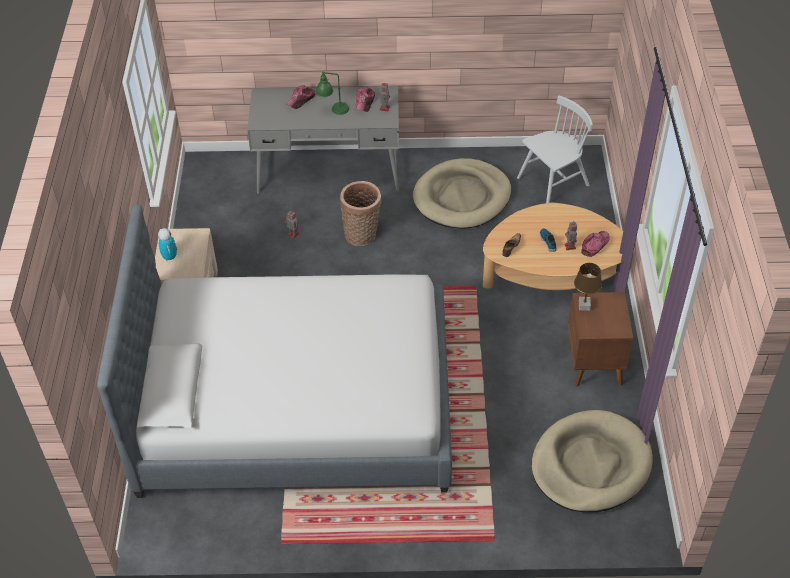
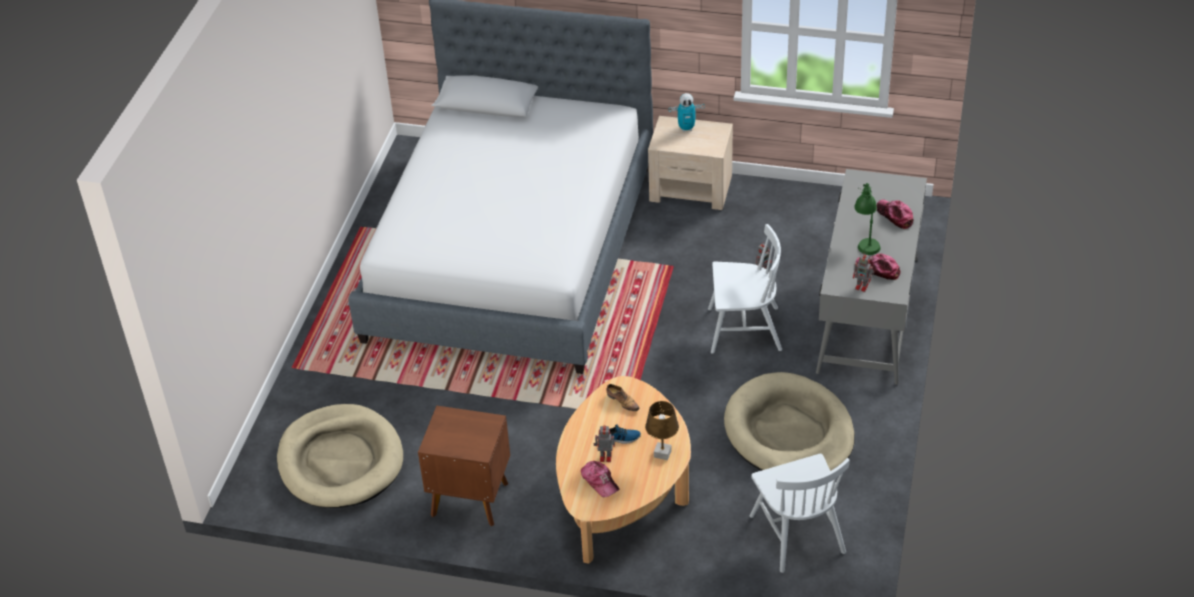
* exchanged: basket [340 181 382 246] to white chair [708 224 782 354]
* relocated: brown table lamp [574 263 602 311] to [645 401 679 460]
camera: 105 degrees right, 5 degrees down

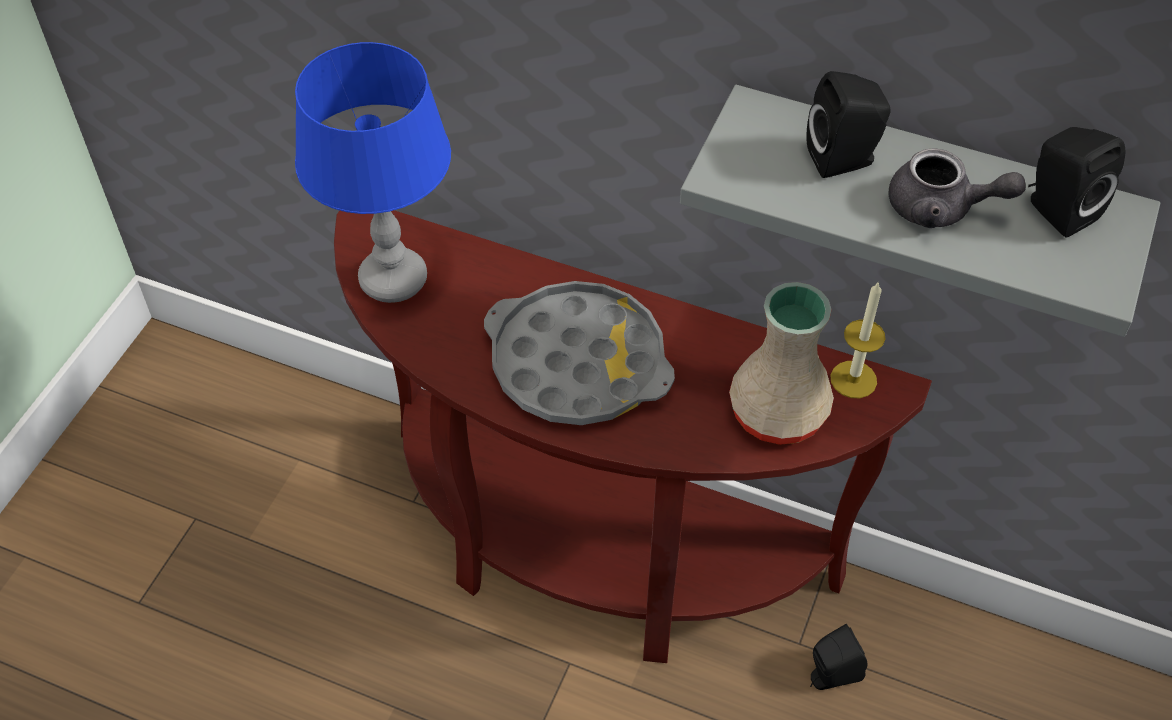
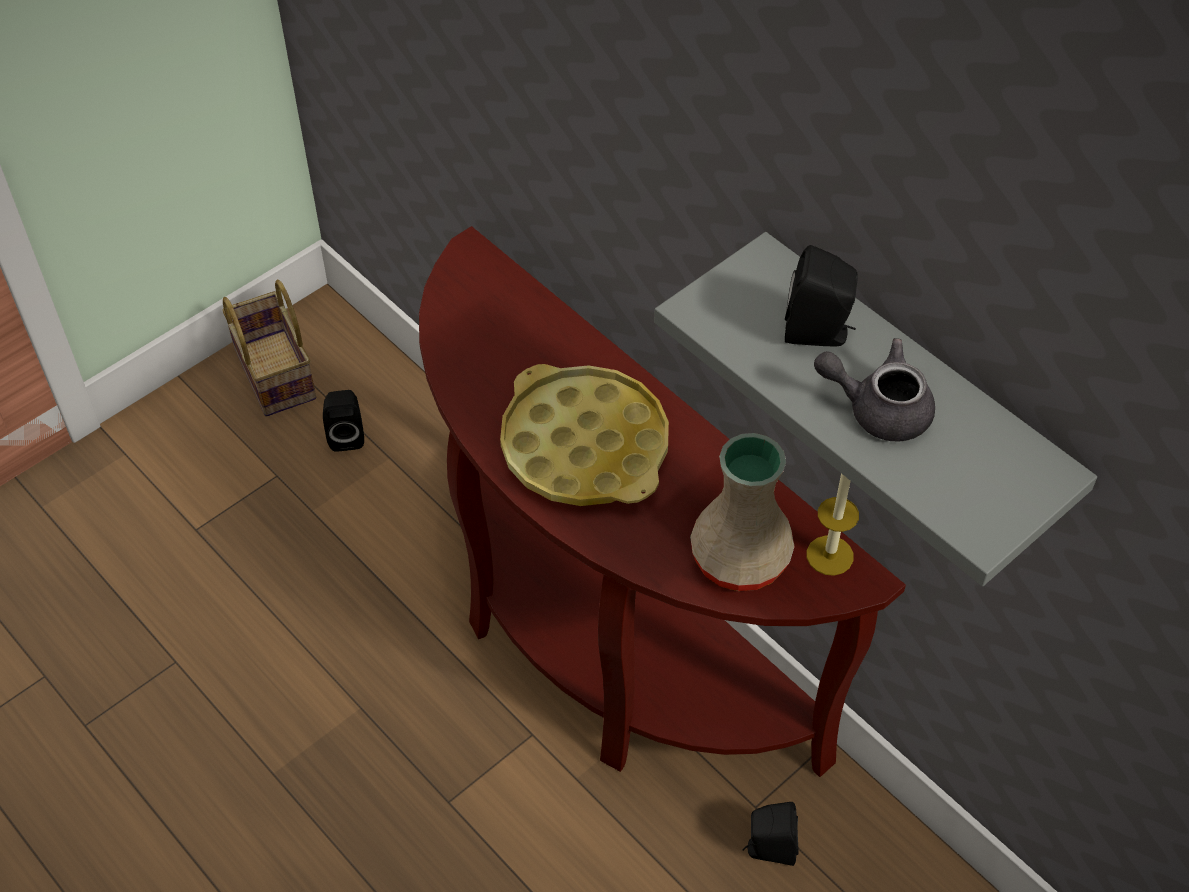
* missing: blue table lamp [295 42 451 303]
* relocated: black speaker [1028 127 1125 238] to [323 390 364 452]
* spun: grey teapot [889 148 1026 228] = [814 338 935 442] 150 degrees clockwise
* colour: grey tray [484 281 675 425] to yellow tray [500 364 669 506]
* appeared: basket [223 280 316 416]
camera: 25 degrees right, 0 degrees up

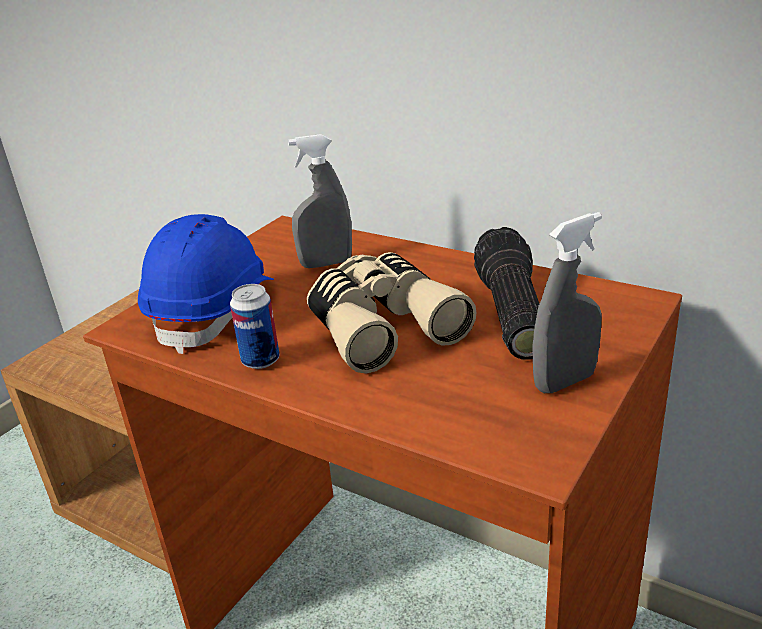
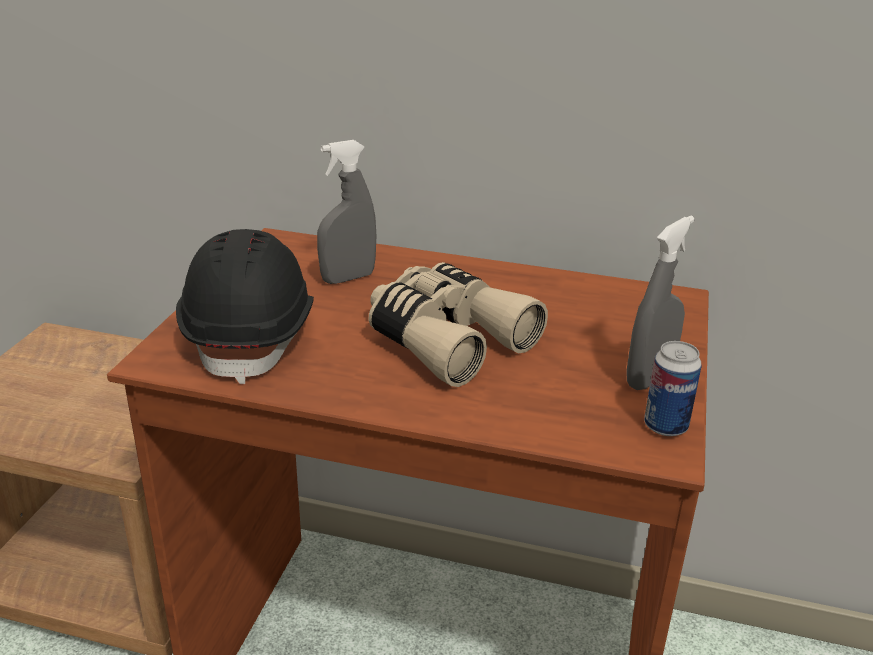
* colour: blue hard hat [138 214 274 354] to black hard hat [176 229 314 384]
* missing: flashlight [474 227 539 360]
* relocated: can [230 284 280 369] to [644 341 702 436]
camera: 20 degrees left, 0 degrees up

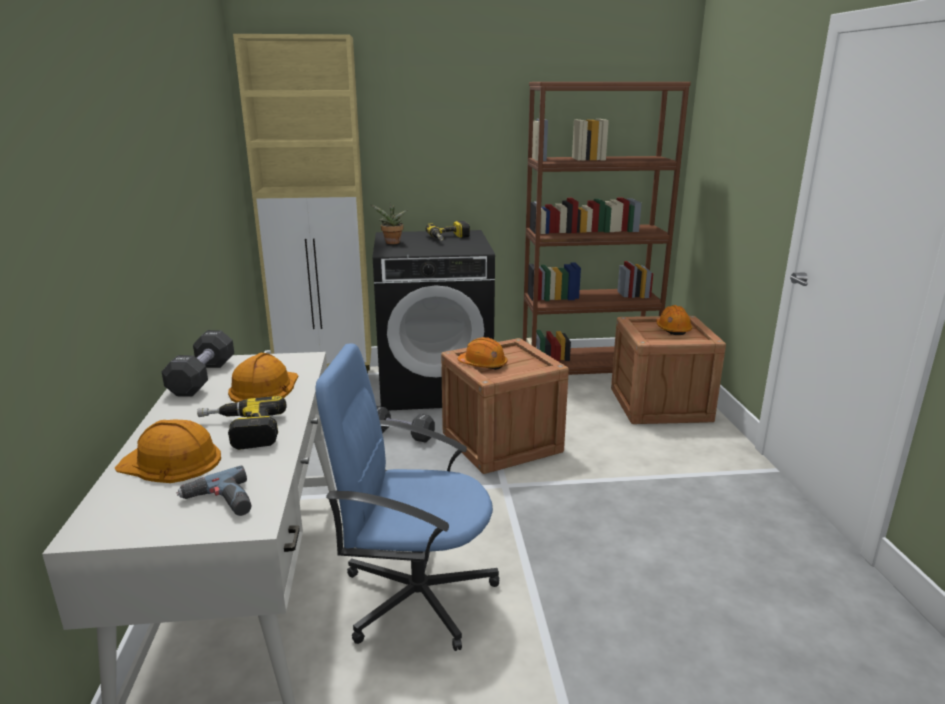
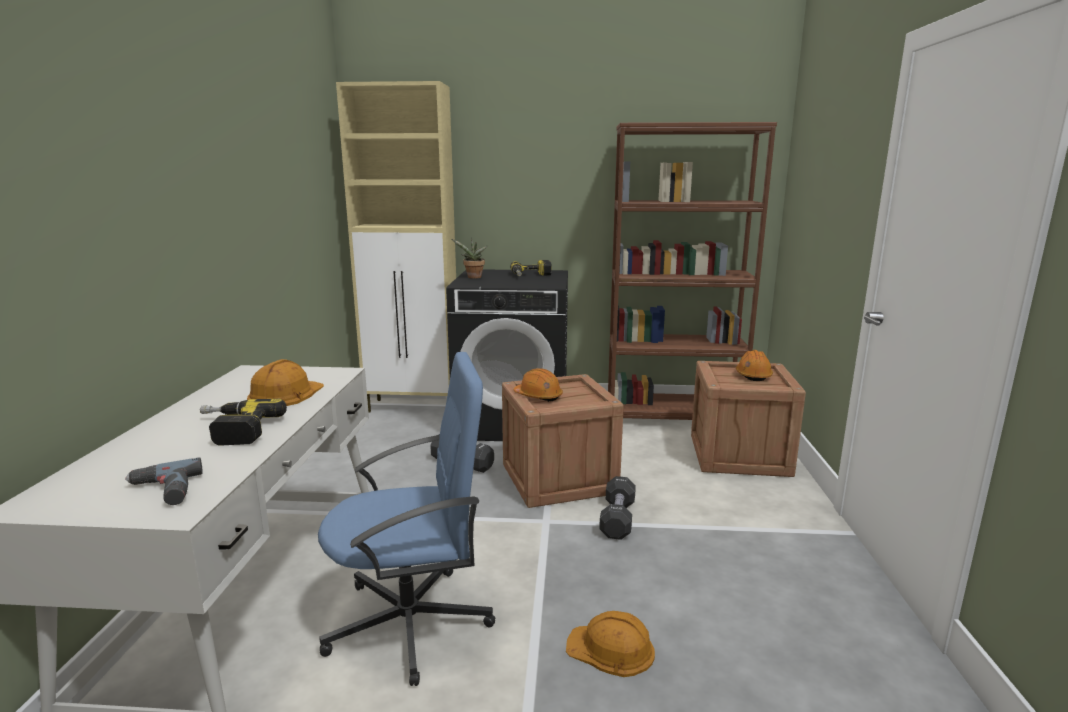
* relocated: black dumbbell [162 330 234 397] to [599 476 636 540]
* spun: blue office chair [315 343 499 651] = [318 352 495 686] 150 degrees clockwise
* relocated: orange hard hat [115 420 221 483] to [566 611 655 677]
camera: 10 degrees right, 5 degrees down

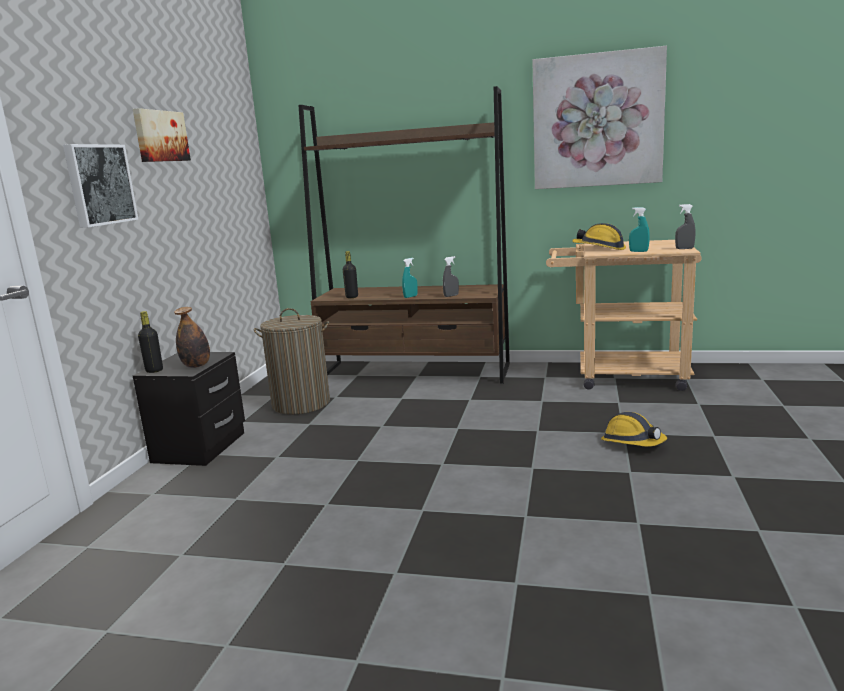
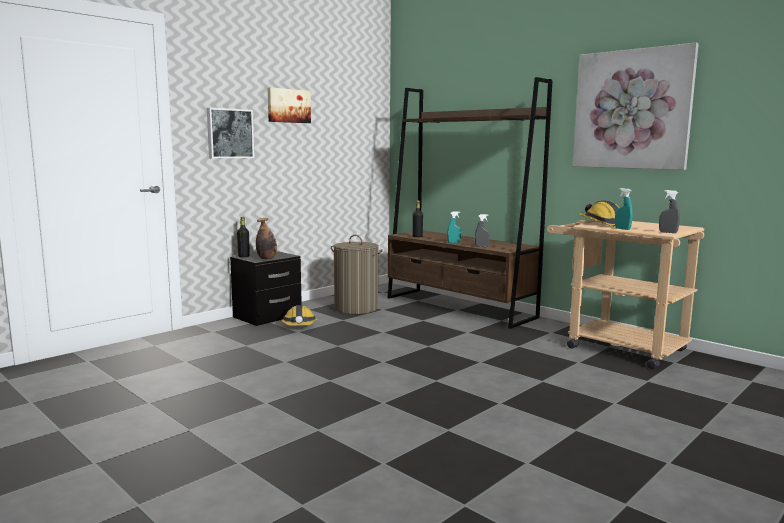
* relocated: hard hat [601 412 667 447] to [281 305 317 326]
camera: 30 degrees right, 5 degrees down

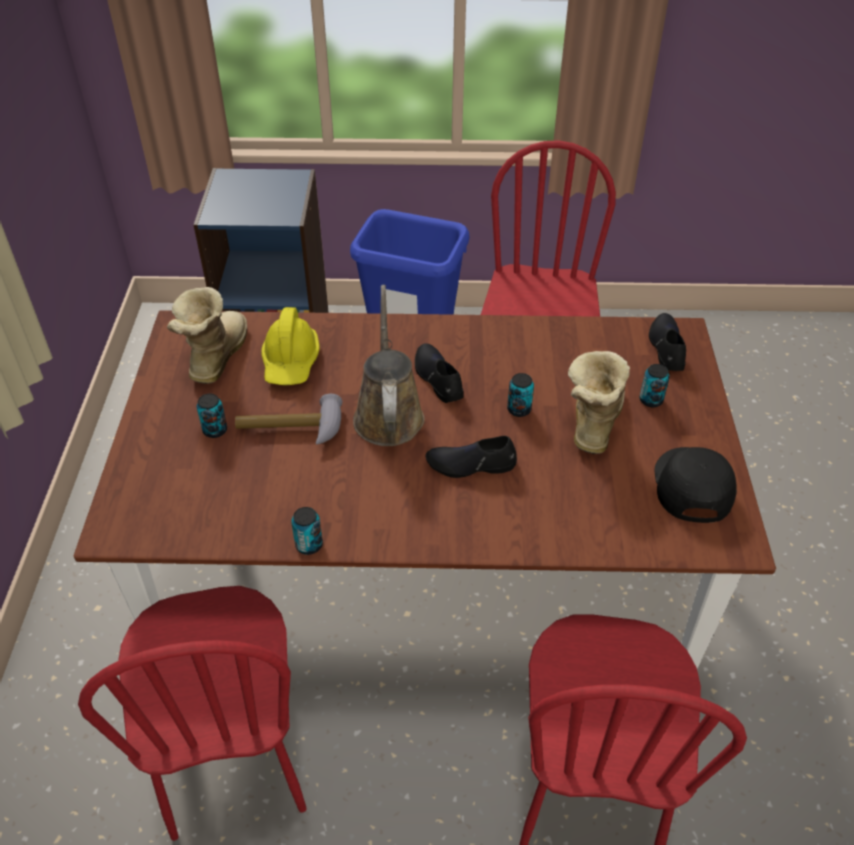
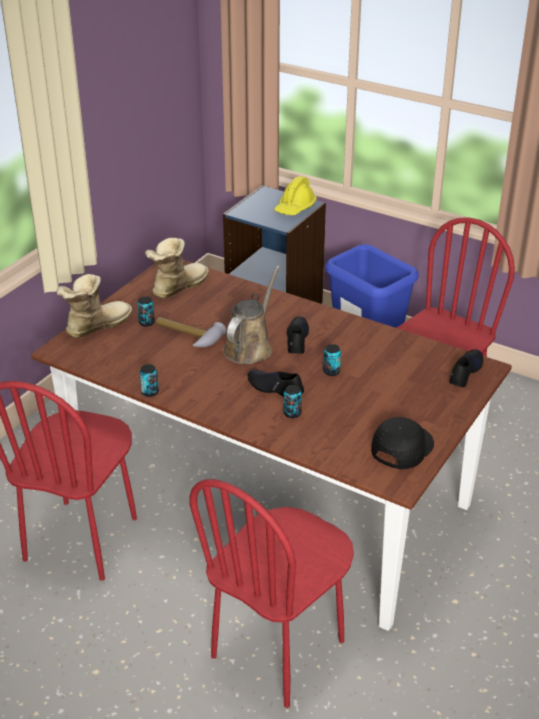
* relocated: yellow hard hat [261 307 320 385] to [274 176 317 215]
* relocated: boot [568 351 630 454] to [56 274 132 338]
* relocated: can [640 364 670 407] to [283 385 302 418]
camera: 30 degrees right, 10 degrees down

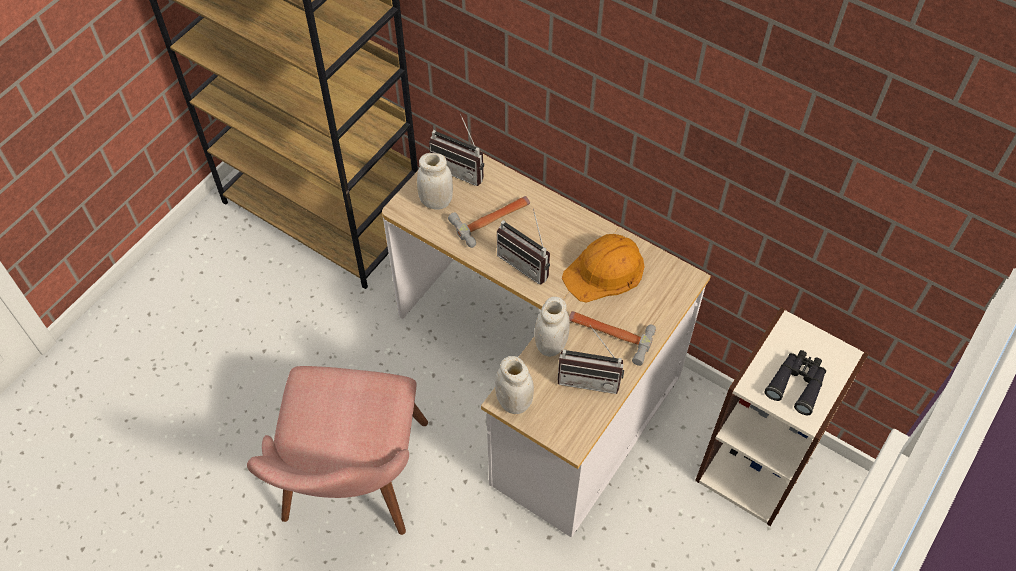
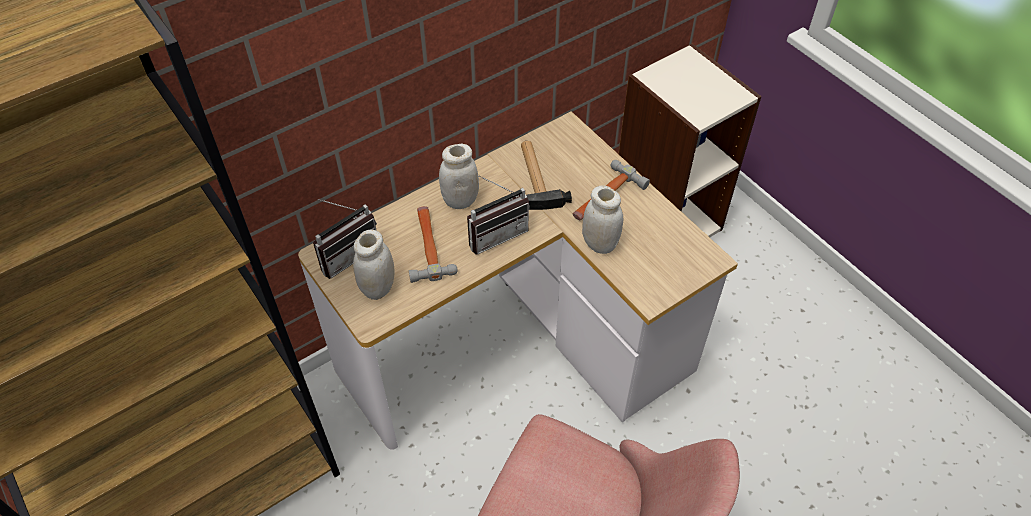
* exchanged: orange hard hat [562 234 644 302] to hammer [521 141 572 210]
* missing: radio [557 325 624 394]
* missing: black binoculars [765 350 826 415]
* relocated: white jar [495 356 534 414] to [439 144 479 209]
camera: 70 degrees left, 5 degrees down

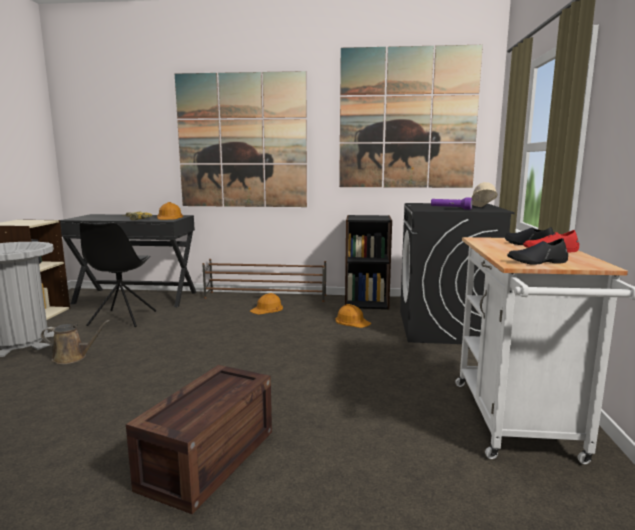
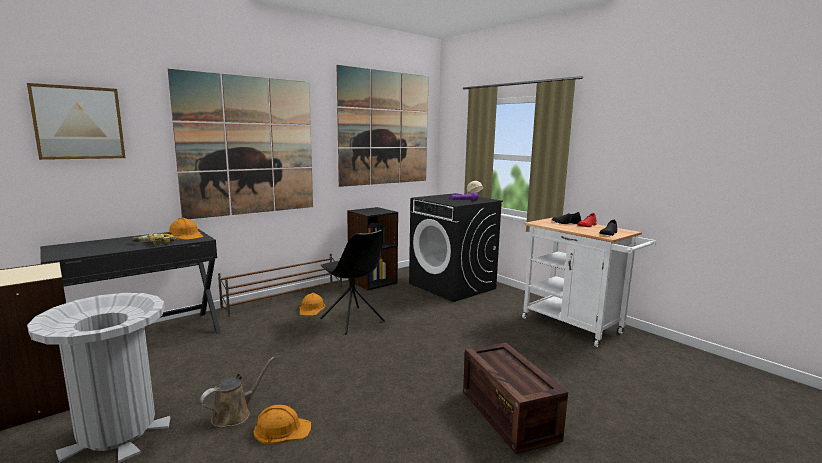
* relocated: black chair [80 222 156 327] to [320 229 385 335]
* relocated: orange hard hat [336 304 371 328] to [254 405 311 444]
* appeared: picture [27 83 125 160]
camera: 45 degrees left, 0 degrees up

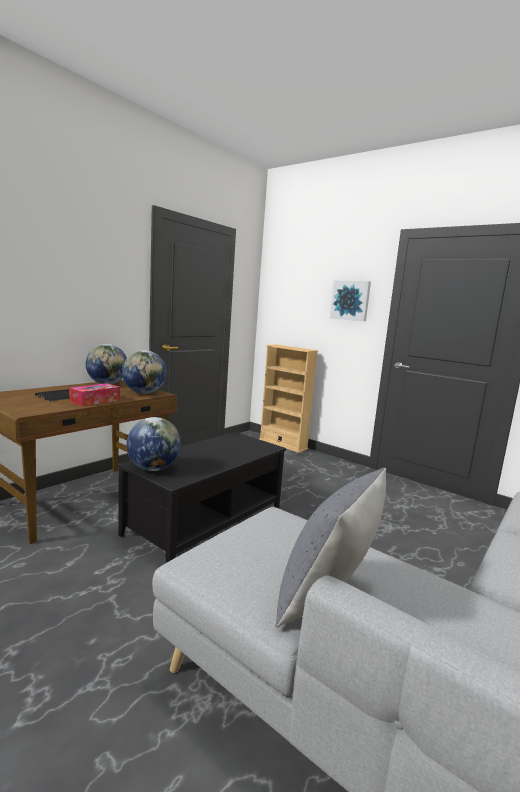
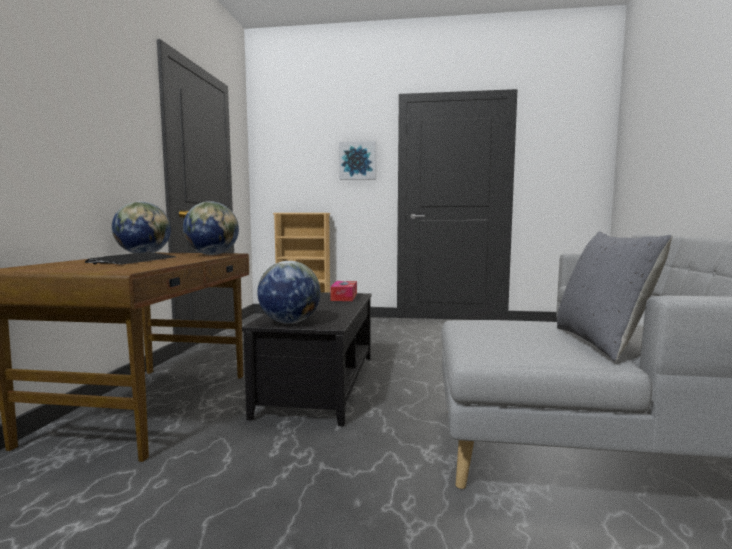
* relocated: tissue box [69 383 120 407] to [330 281 357 301]
camera: 30 degrees left, 5 degrees down

